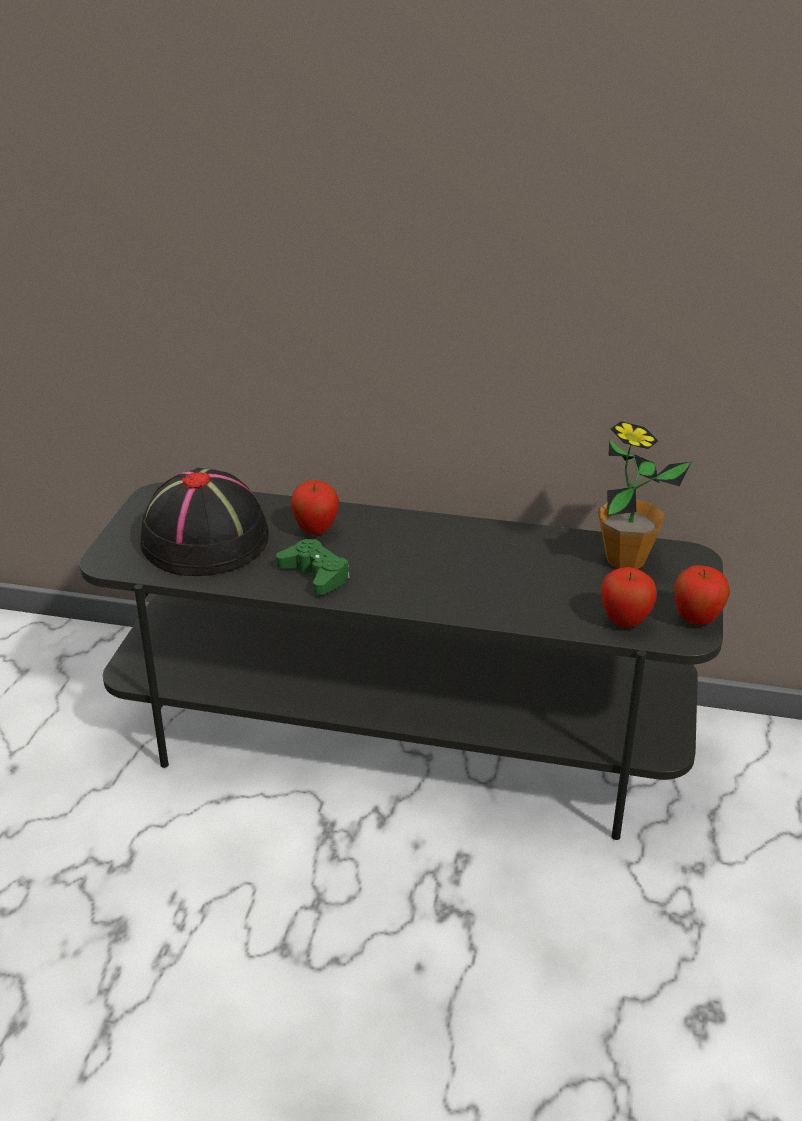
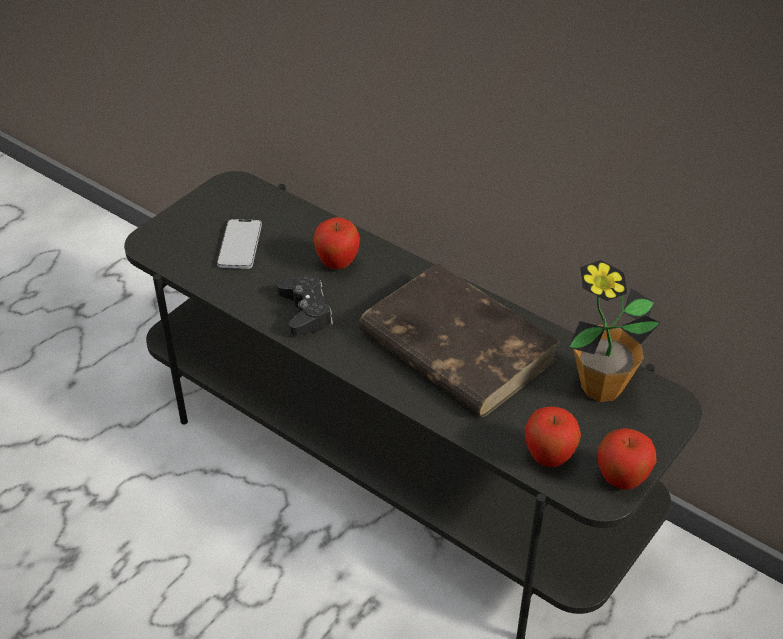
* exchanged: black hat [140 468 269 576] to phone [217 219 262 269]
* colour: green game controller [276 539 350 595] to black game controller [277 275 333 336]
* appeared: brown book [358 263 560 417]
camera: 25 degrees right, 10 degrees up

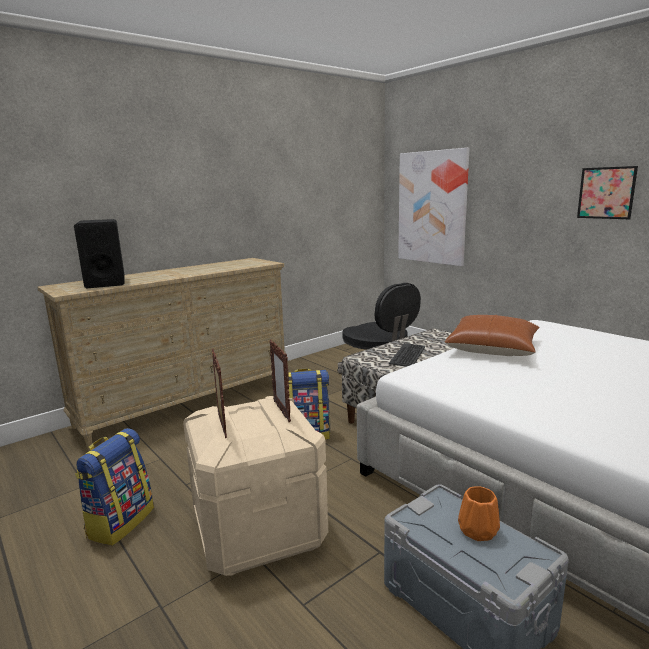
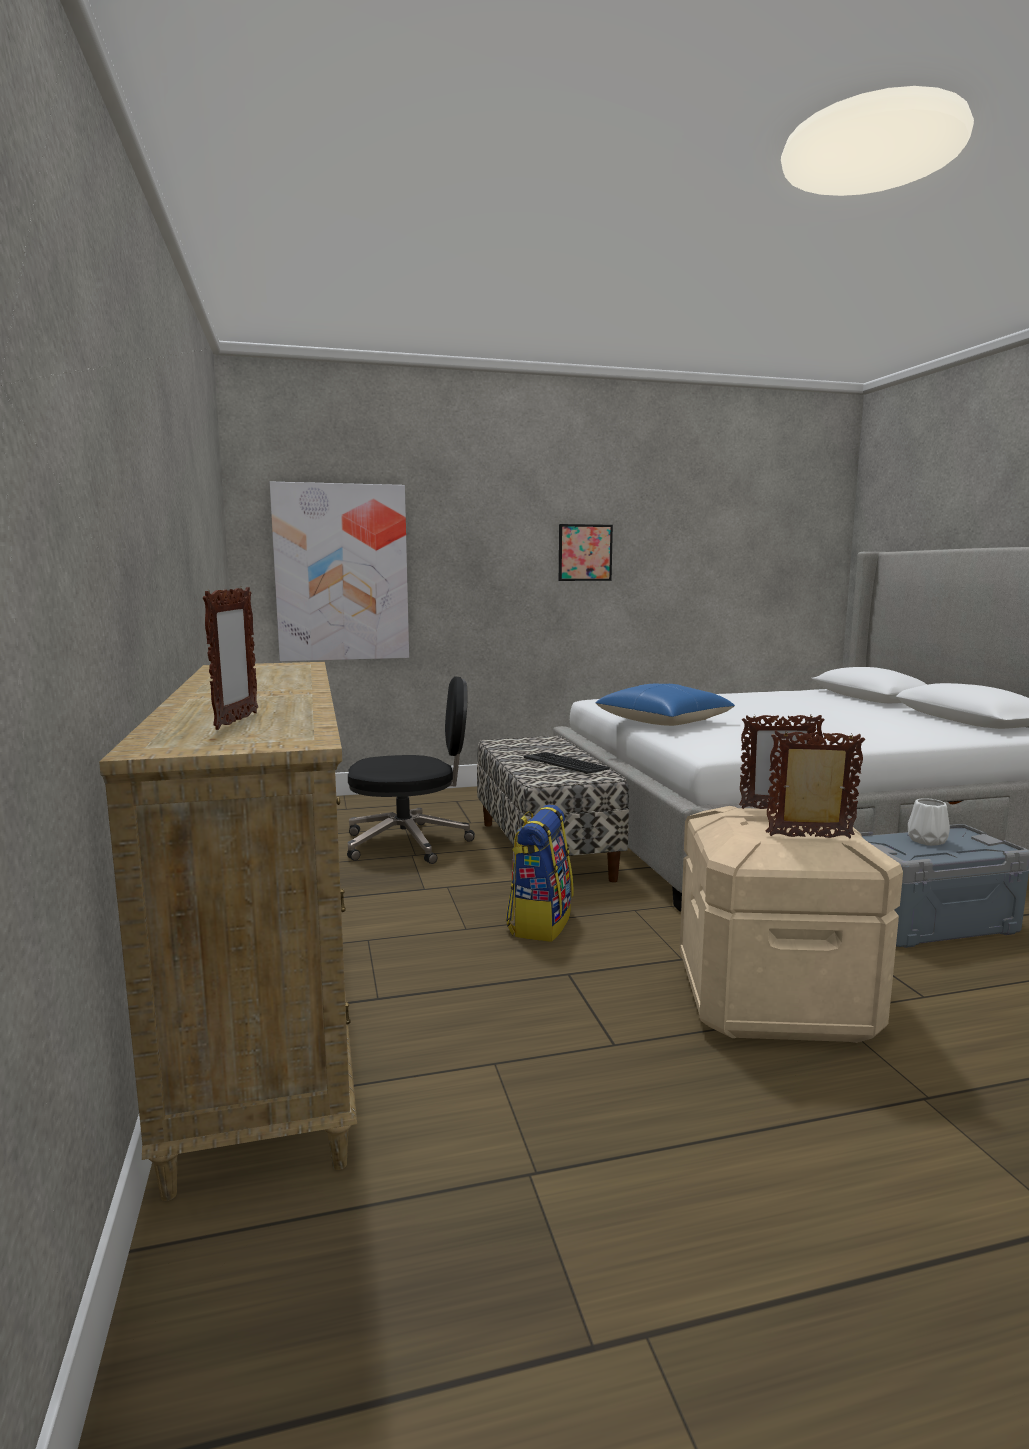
* exchanged: black speaker [74 219 125 288] to picture frame [203 587 258 730]
* colour: brown pillow [445 315 540 356] to blue pillow [596 684 735 726]
* missing: backpack [75 428 154 545]
* colour: orange vase [458 486 500 541] to white vase [908 798 950 846]
camera: 65 degrees left, 5 degrees down

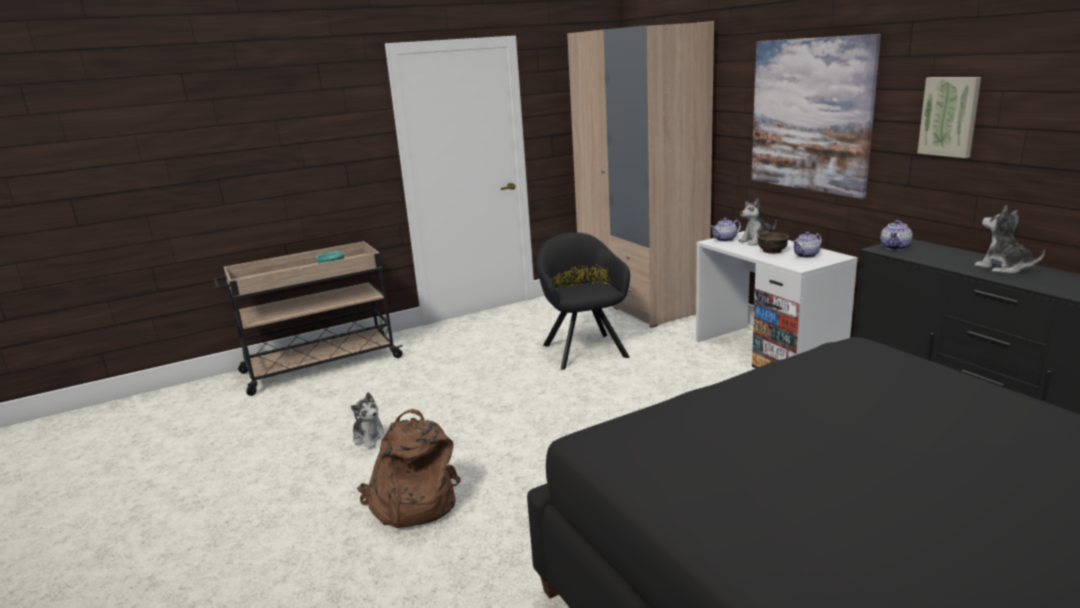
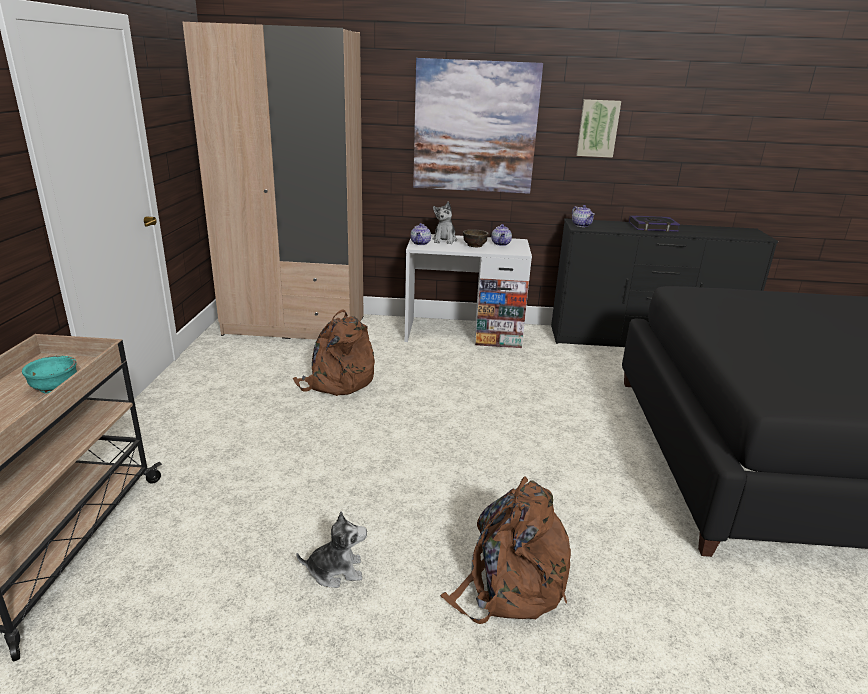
* exchanged: plush toy [974 206 1045 274] to book [629 215 680 232]
* exchanged: black armchair [536 232 630 370] to brown backpack [293 309 375 396]
camera: 60 degrees left, 5 degrees up

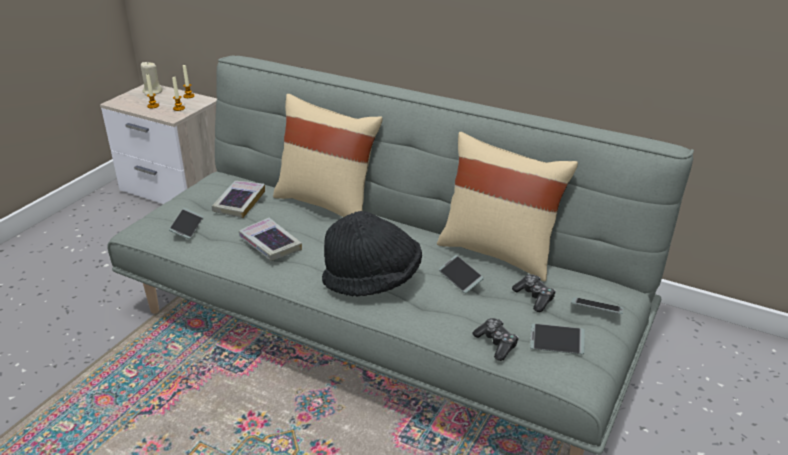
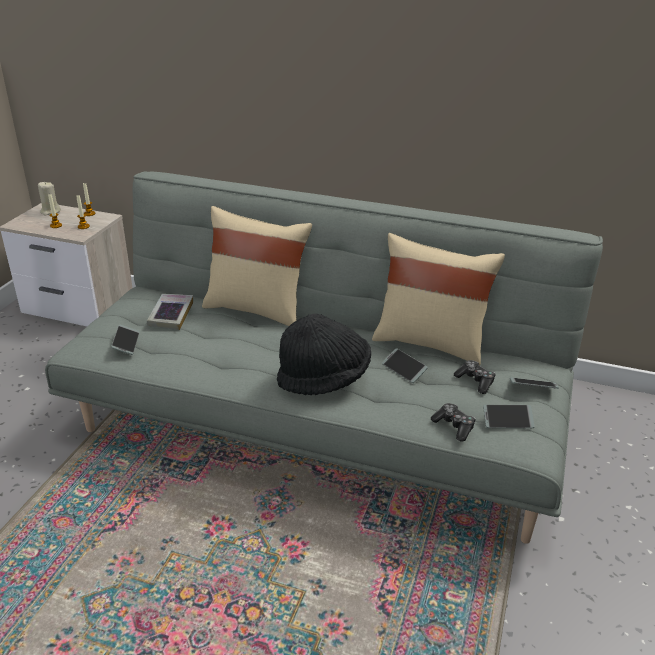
* missing: book [239 218 302 261]
camera: 10 degrees left, 0 degrees up

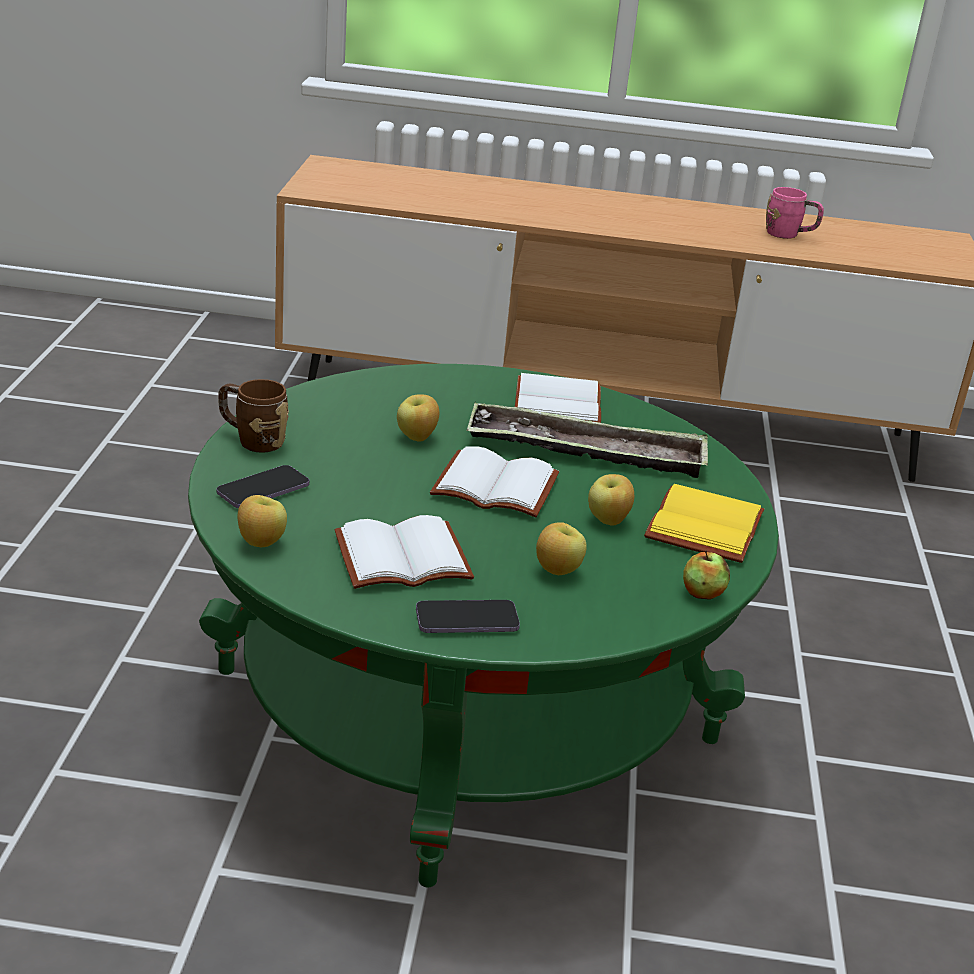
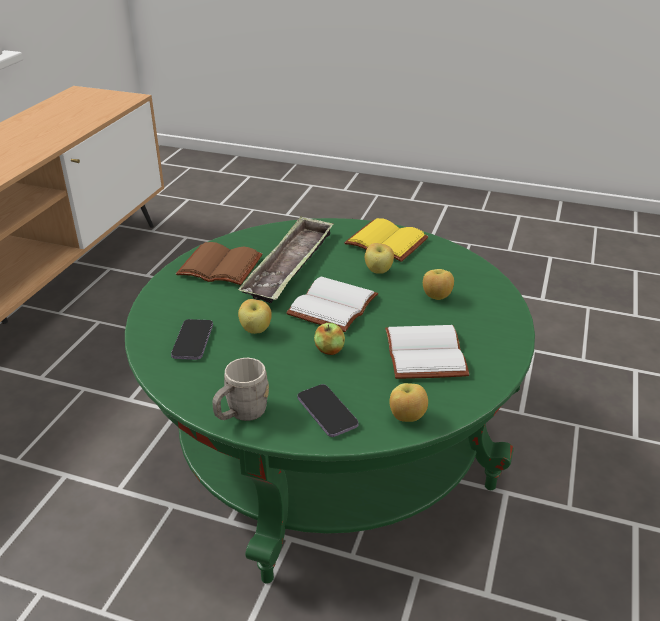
* missing: pink mug [766 187 824 239]
* colour: white book [515 373 601 423] to brown book [176 242 262 285]
* colour: brown mug [218 379 289 453] to grey mug [212 358 269 421]
* relocated: apple [683 550 730 600] to [314 322 345 355]
* relocated: phone [416 600 520 633] to [171 319 213 360]
camera: 75 degrees left, 5 degrees up

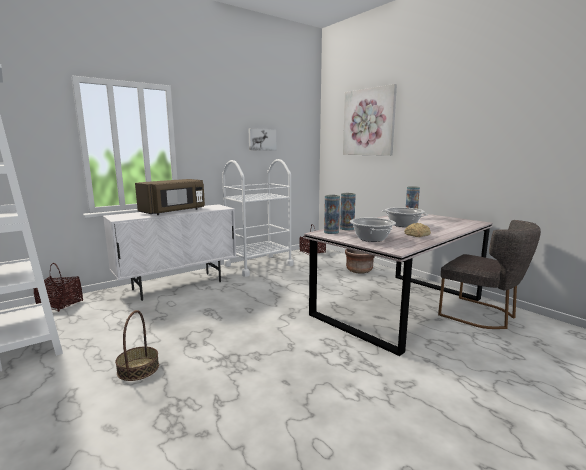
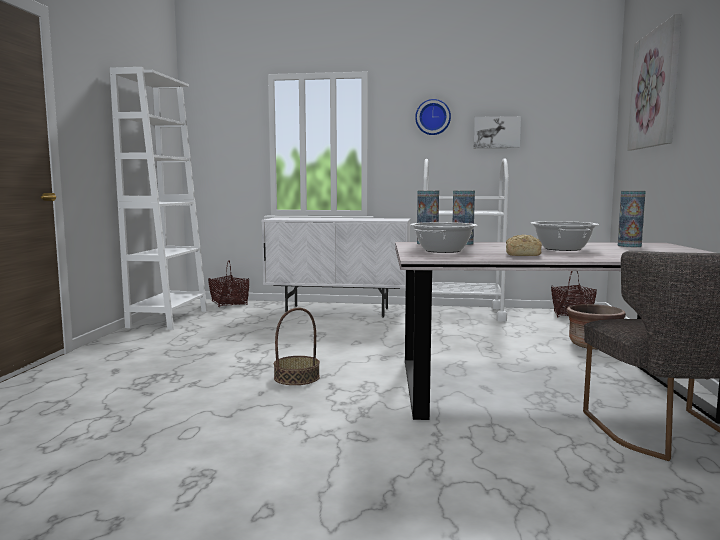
* missing: brown microwave [135 179 205 215]
* relocated: basket [115 310 159 381] to [274 308 320 385]
* appeared: wall clock [415 99 451 135]
camera: 45 degrees right, 5 degrees down

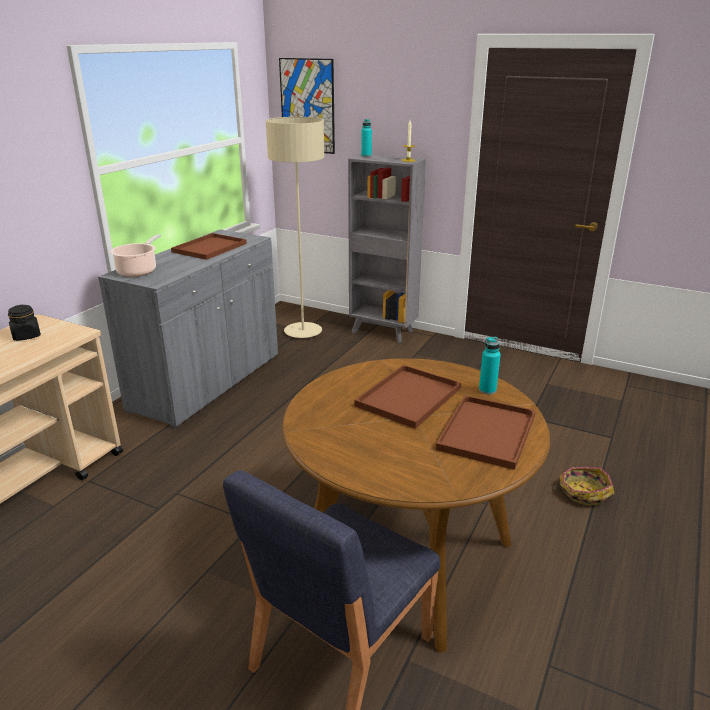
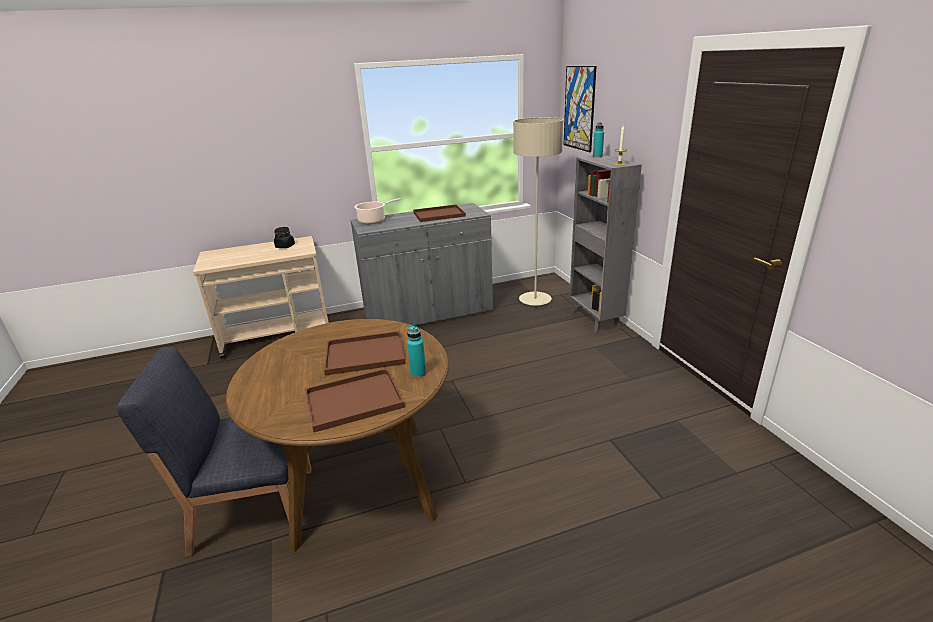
* missing: basket [554 467 614 506]
camera: 45 degrees right, 0 degrees up

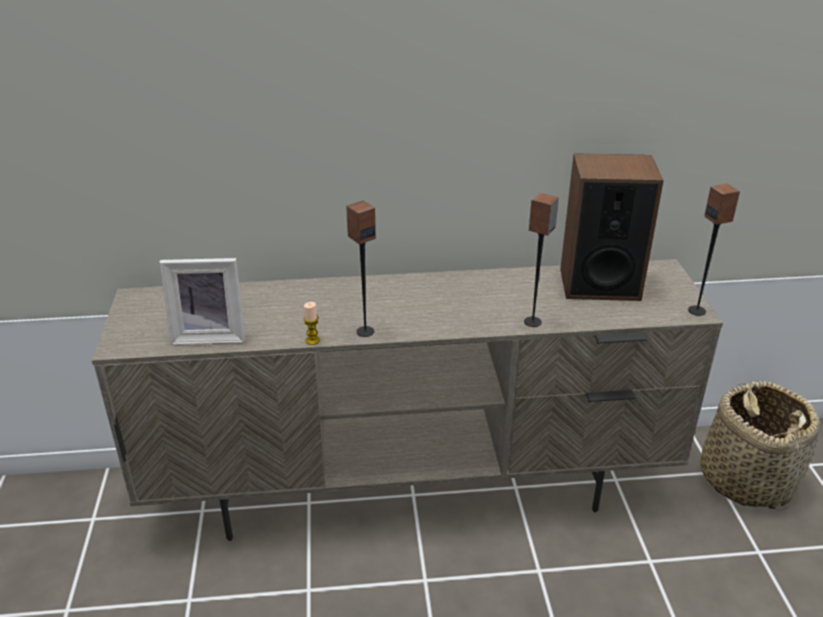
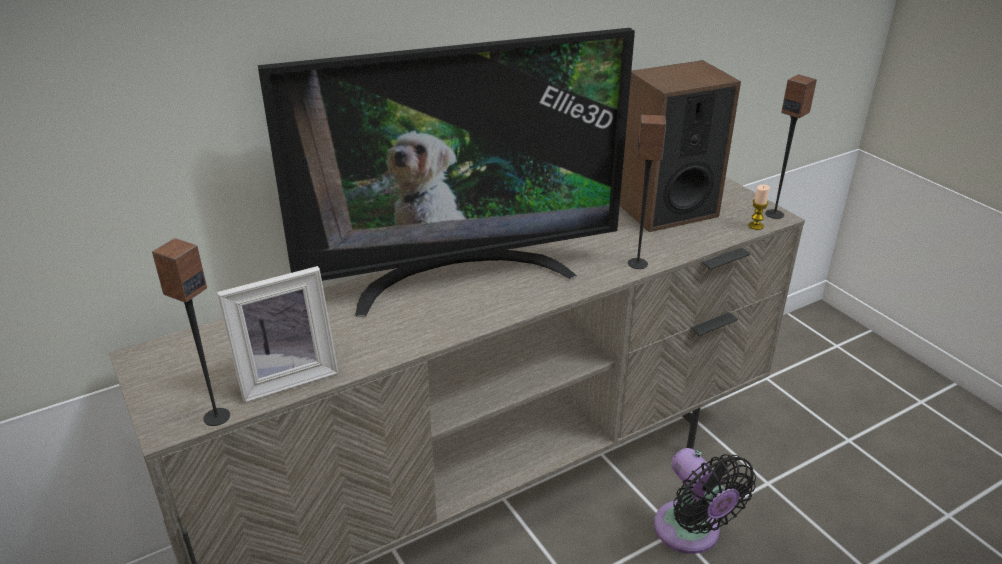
* relocated: speaker [346 200 376 337] to [152 238 230 426]
* relocated: candle [303 302 320 345] to [748 184 770 230]
* missing: basket [701 380 820 510]
* appeared: television [258 28 635 317]
* appeared: black fan [654 448 756 554]
camera: 25 degrees left, 0 degrees up

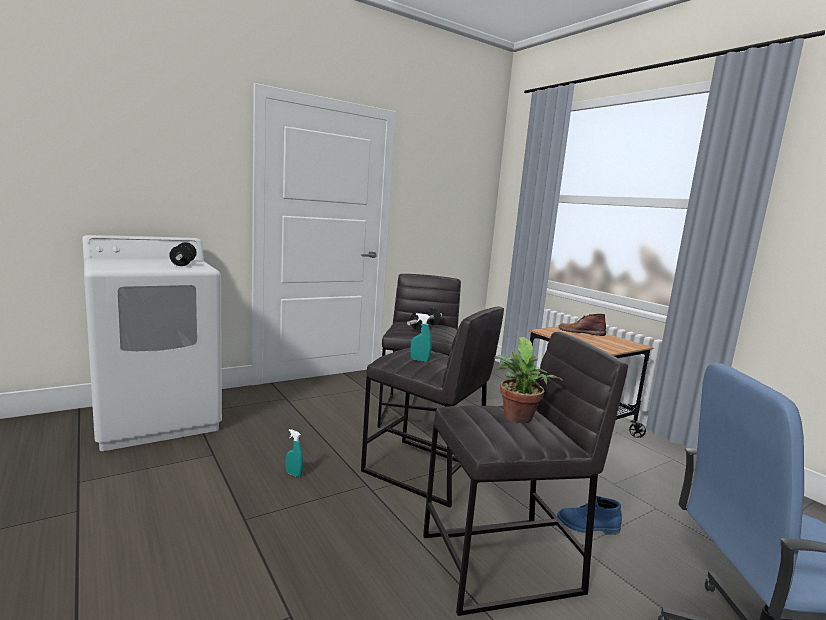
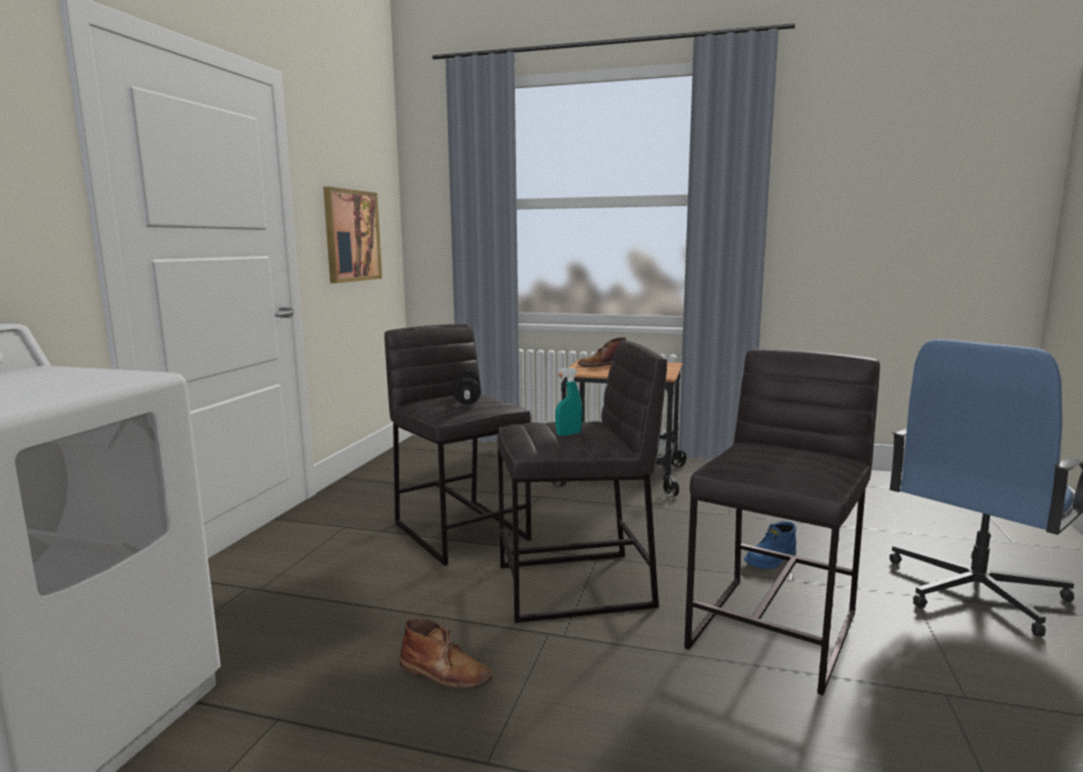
* missing: dumbbell [169 242 197 266]
* missing: potted plant [494 337 563 423]
* exchanged: turquoise spray bottle [286 429 303 477] to brown boot [399 618 493 689]
* appeared: picture [323 187 382 283]
camera: 40 degrees left, 0 degrees up

